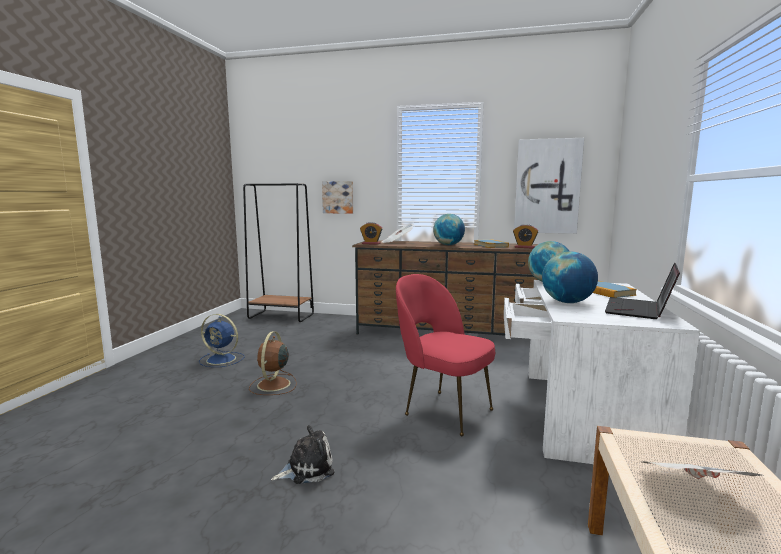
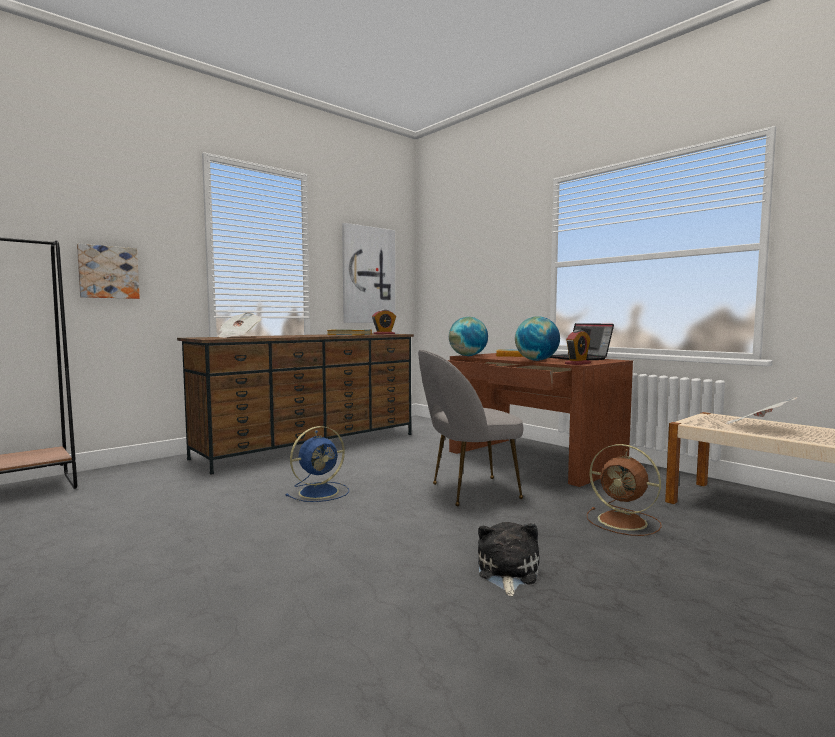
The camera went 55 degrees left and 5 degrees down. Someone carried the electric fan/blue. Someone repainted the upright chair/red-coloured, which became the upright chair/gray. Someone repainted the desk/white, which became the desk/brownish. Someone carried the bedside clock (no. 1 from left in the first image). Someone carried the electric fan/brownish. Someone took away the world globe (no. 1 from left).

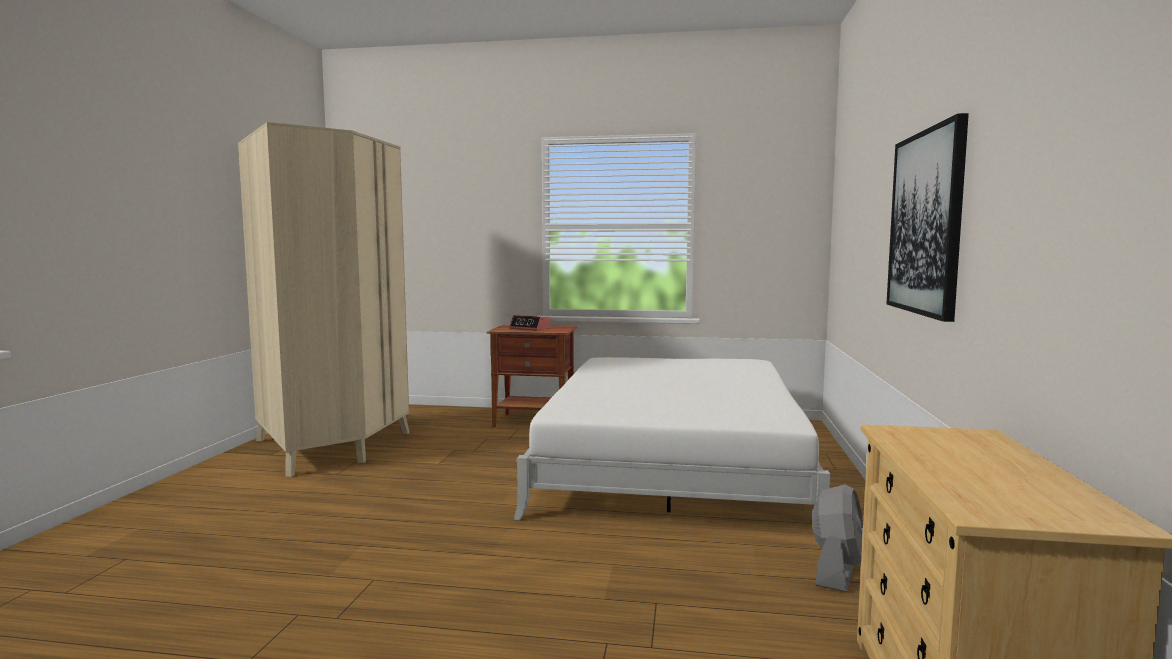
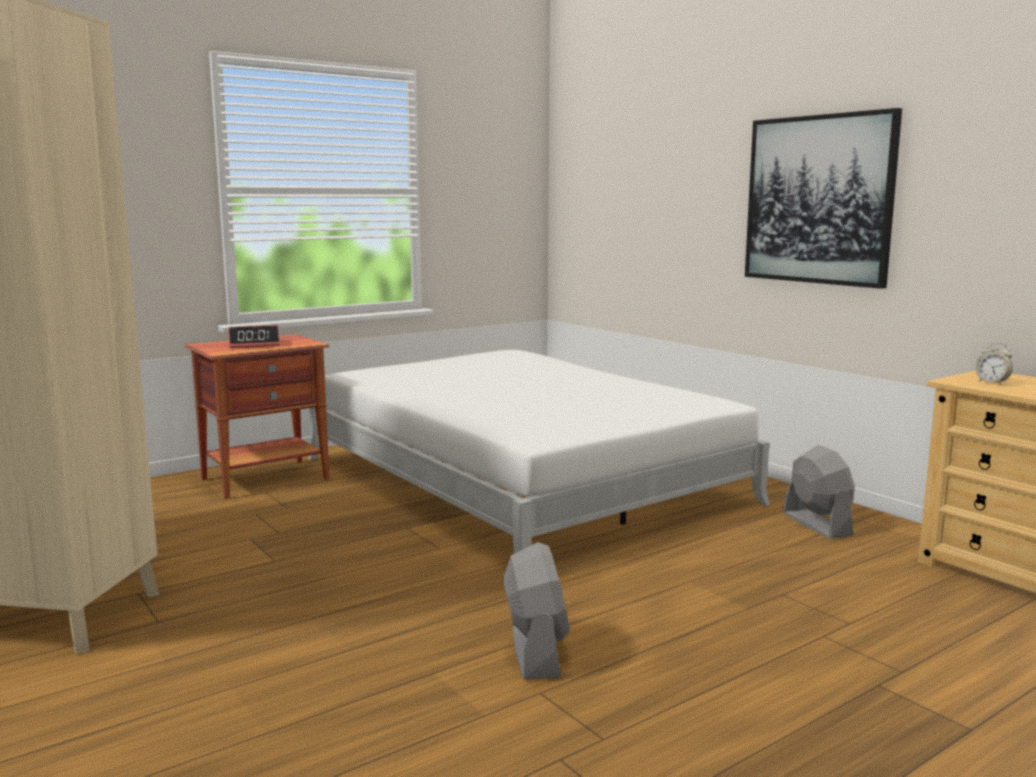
The camera went 45 degrees left and 5 degrees up. Someone put down the electric fan/gray (no. 1 from left). Someone put down the bedside clock (no. 2 from left).

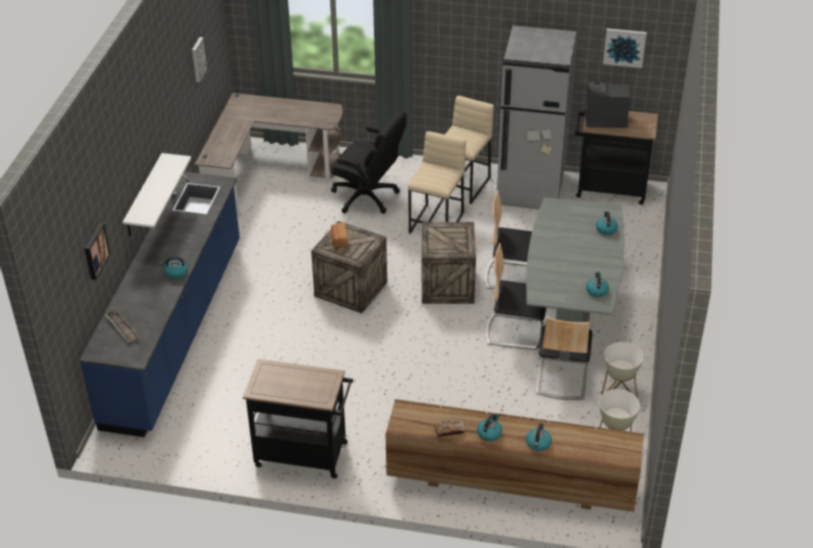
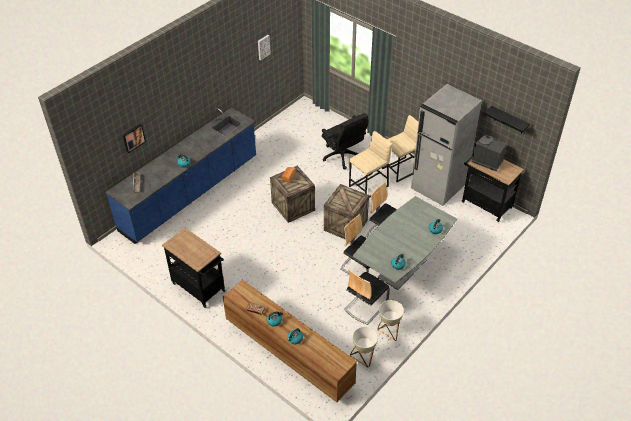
The camera went 30 degrees right and 5 degrees up. Someone swapped the wall art (no. 3 from left) for the shelf/black-coloured. Someone took away the shelf/white. Someone took away the desk/brownish.

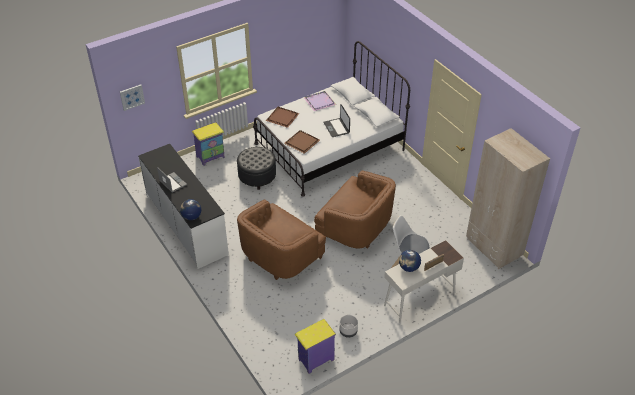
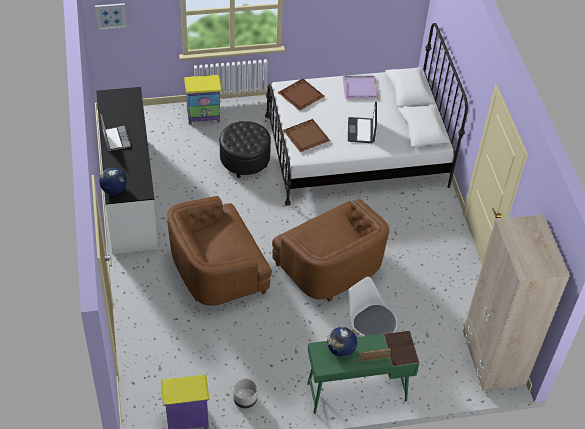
The camera went 20 degrees right and 5 degrees up. Someone repainted the desk/white, which became the desk/greenish.

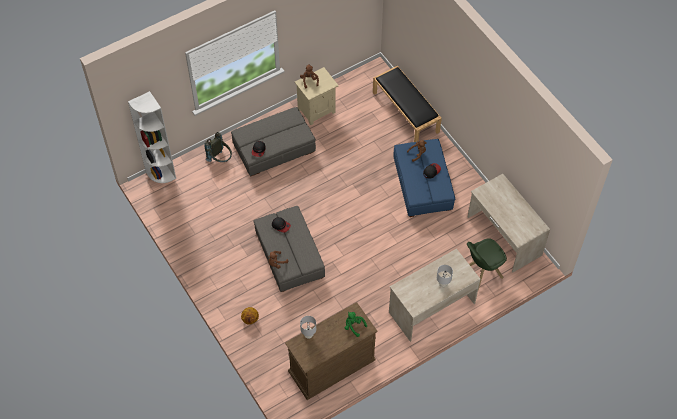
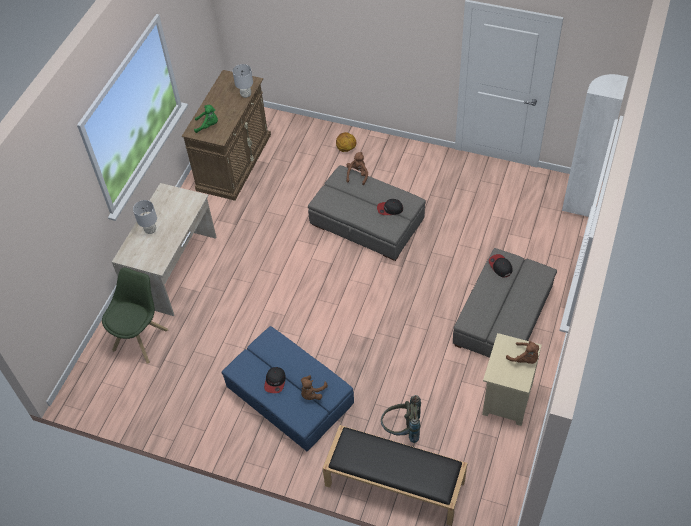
The camera went 145 degrees right and 5 degrees down. Someone carried the knapsack/gray. Someone took away the desk/sand-coloured (no. 2 from left).

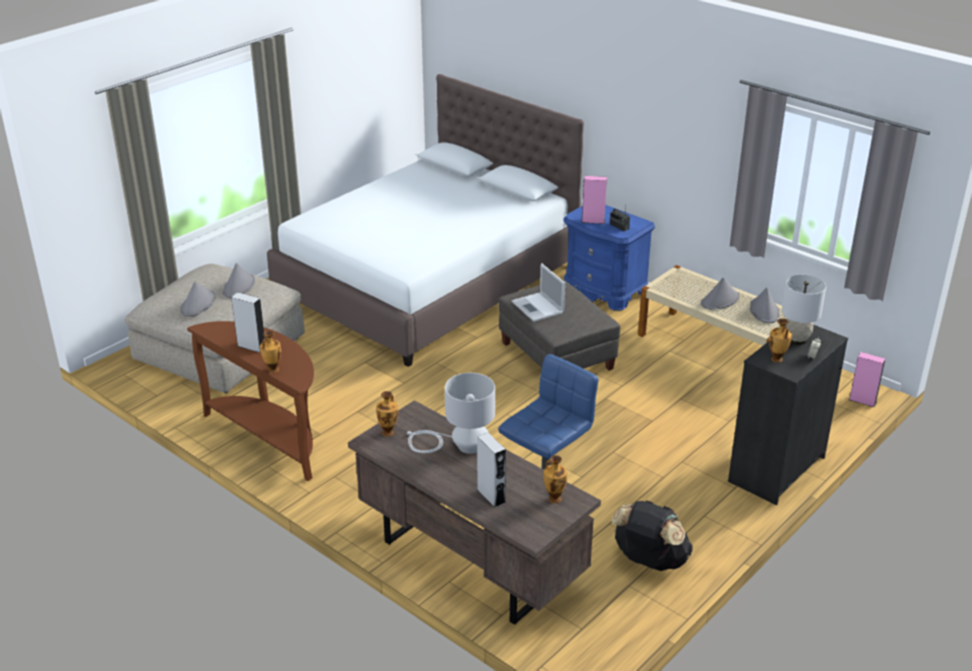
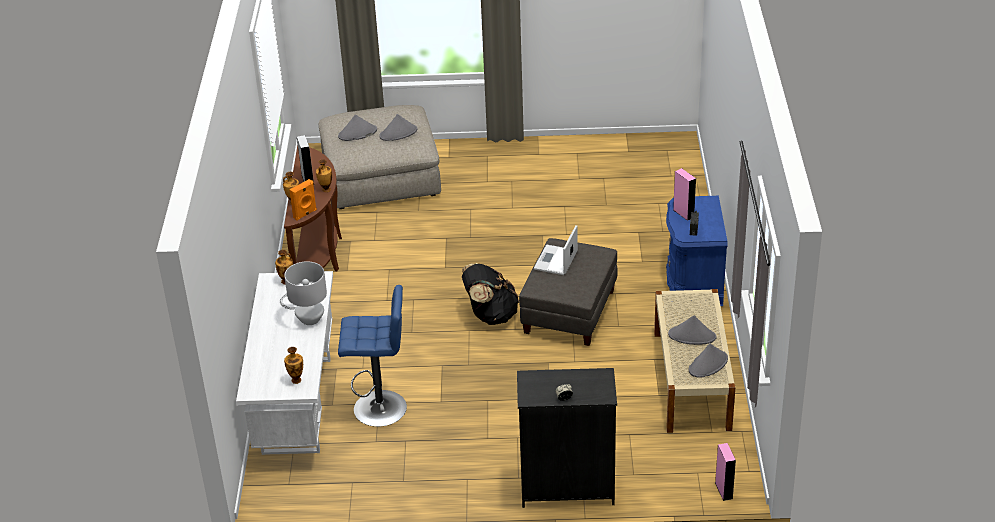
The camera went 50 degrees right and 5 degrees up. Someone repainted the desk/brownish, which became the desk/white. Someone put down the speaker/orangey. Someone carried the vase (no. 4 from left). Someone carried the knapsack/black-coloured. Someone took away the bedroom bed/white. Someone took away the speaker/gray (no. 2 from left). Someone took away the table lamp/white (no. 2 from left).

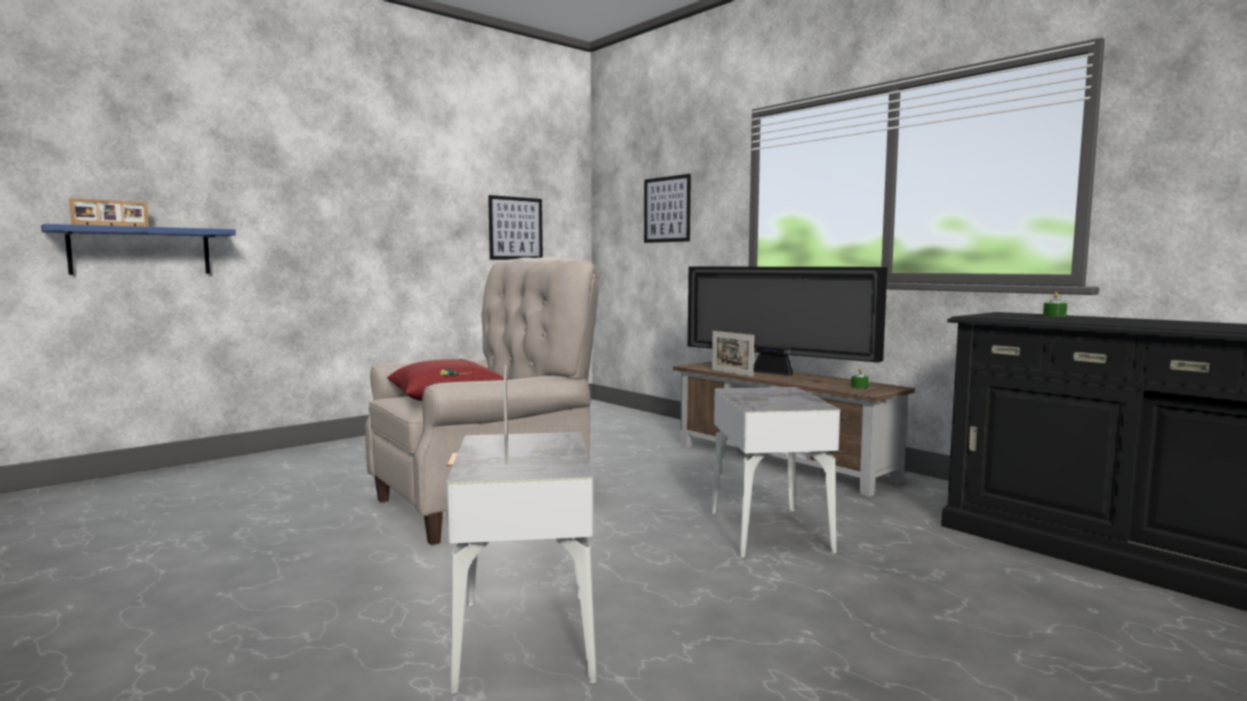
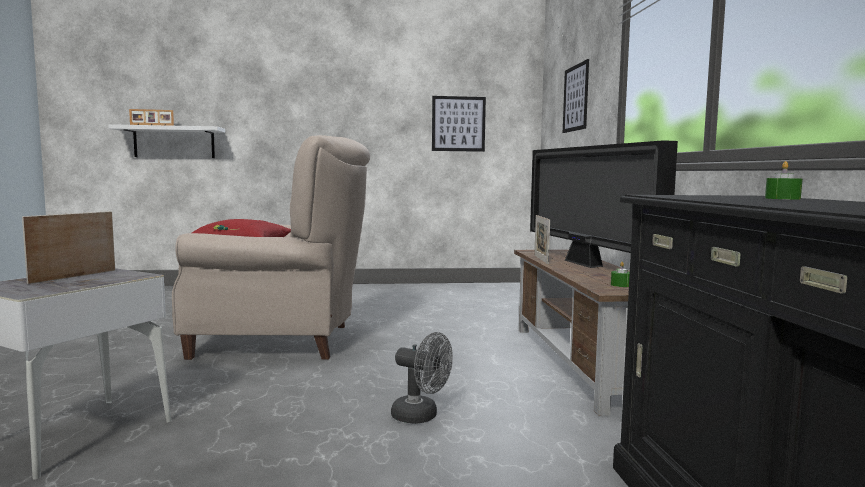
The camera went 35 degrees right and 0 degrees up. Someone repainted the shelf/blue, which became the shelf/white. Someone swapped the end table (no. 2 from left) for the electric fan/gray.

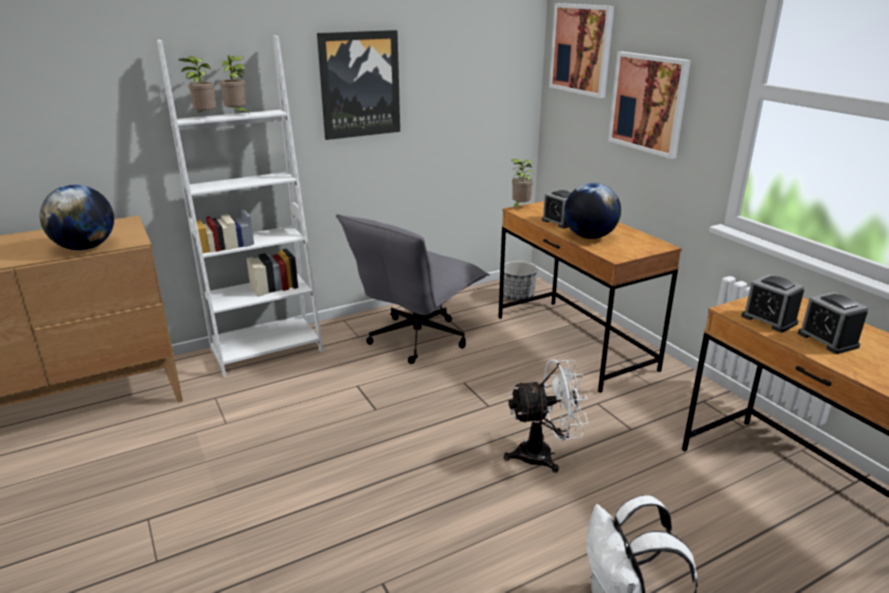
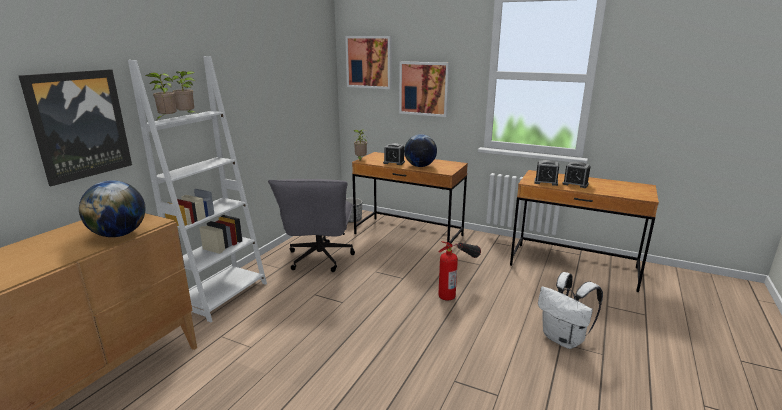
The camera went 35 degrees left and 5 degrees down. Someone carried the wall art (no. 1 from left). Someone swapped the electric fan/white for the fire extinguisher.

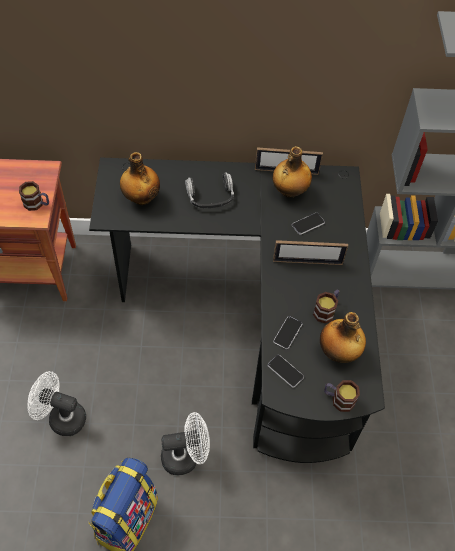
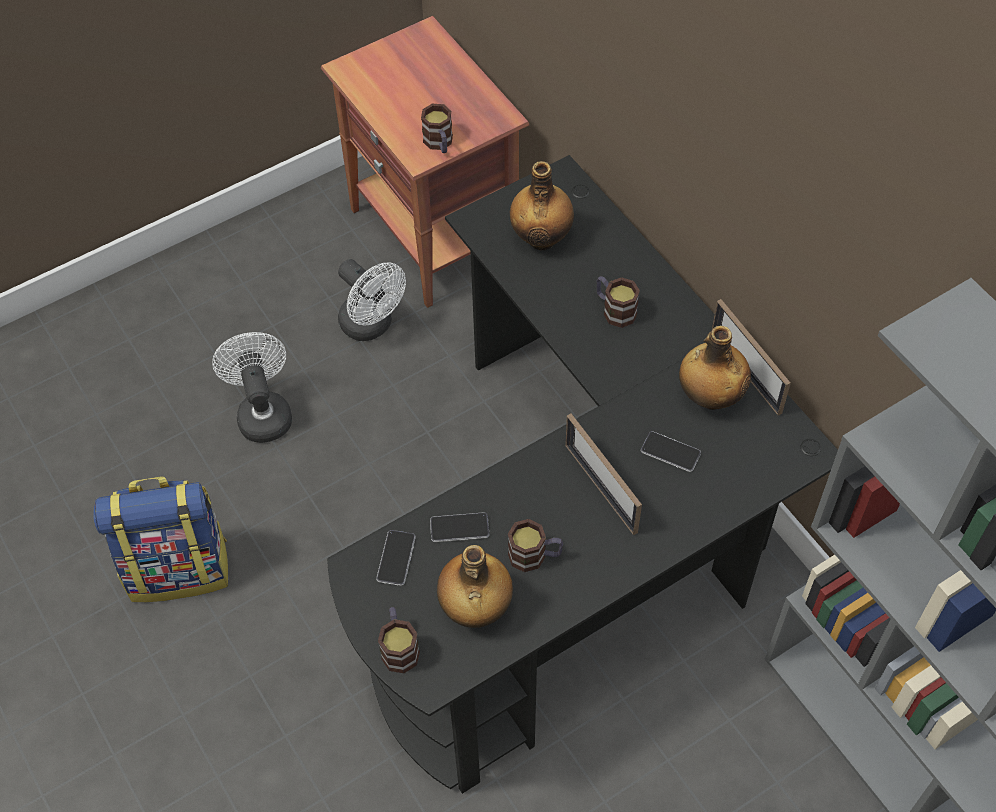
The camera went 60 degrees right and 0 degrees up. Someone carried the electric fan/white (no. 2 from left). Someone swapped the pair of headphones for the tea mug (no. 4 from left).

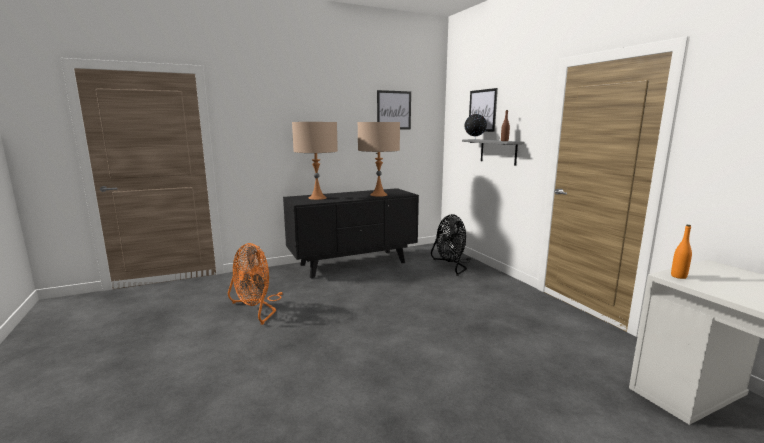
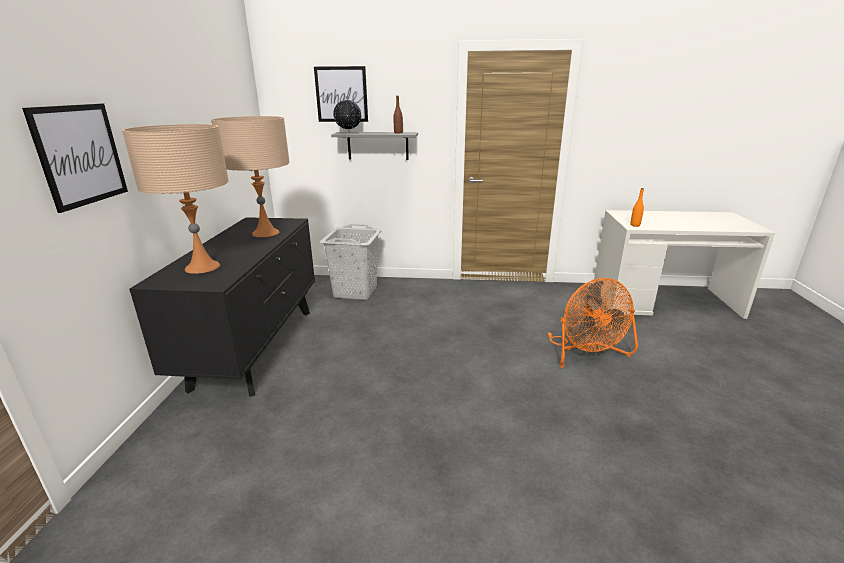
The camera went 60 degrees left and 10 degrees up. Someone carried the wall art (no. 1 from left). Someone swapped the electric fan/black-coloured for the laundry basket/gray. Someone carried the electric fan/orangey.

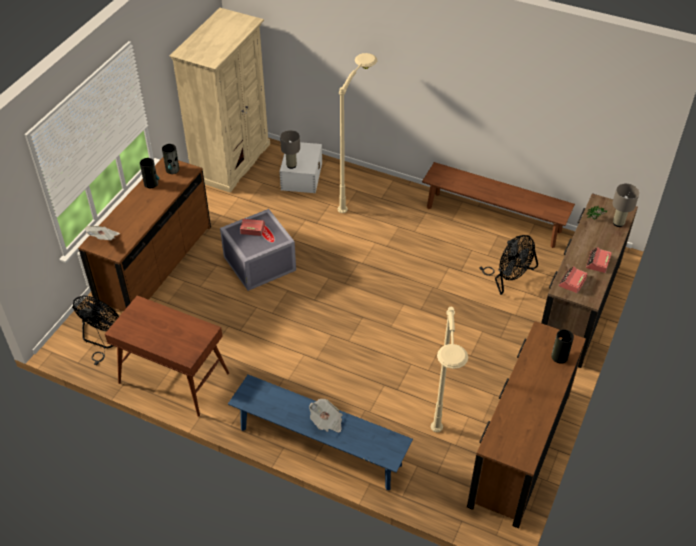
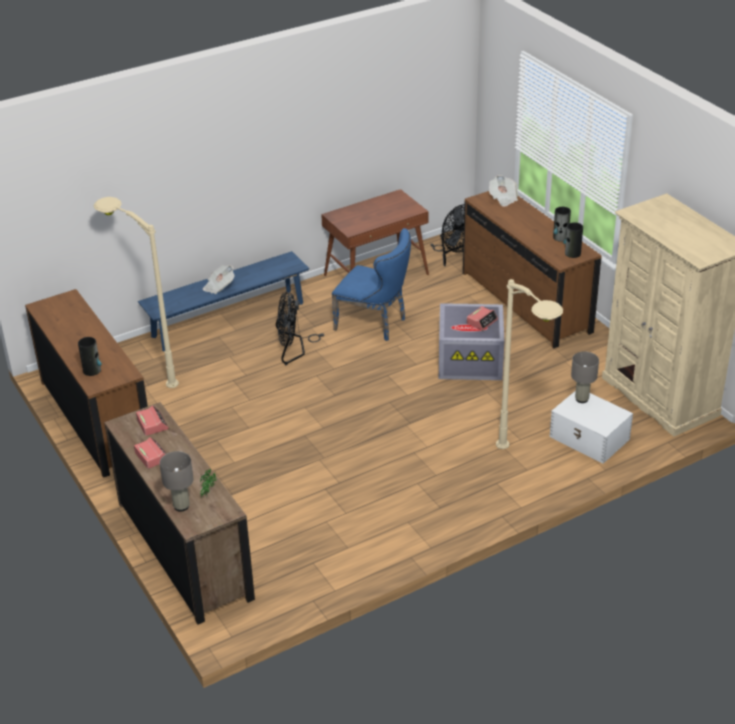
The camera went 125 degrees right and 10 degrees down. Someone carried the electric fan/black-coloured (no. 2 from left in the first image). Someone put down the upright chair/blue. Someone took away the long seat/brownish.

